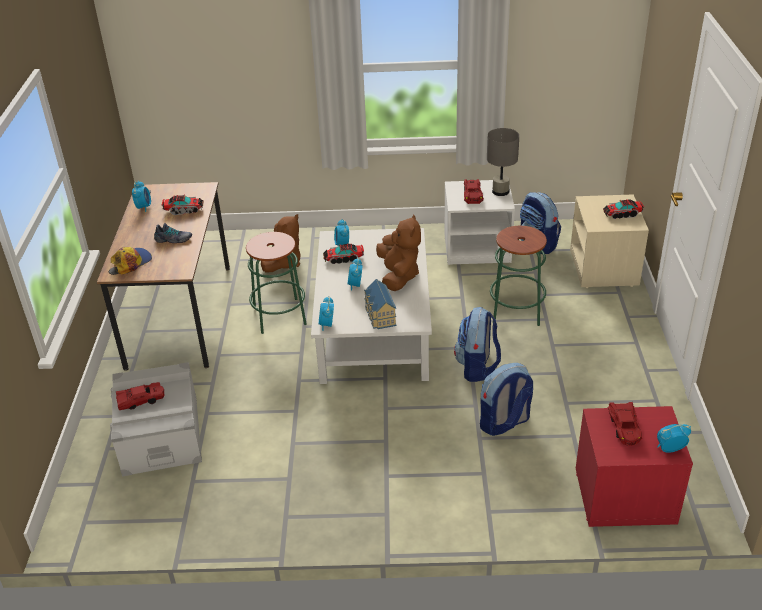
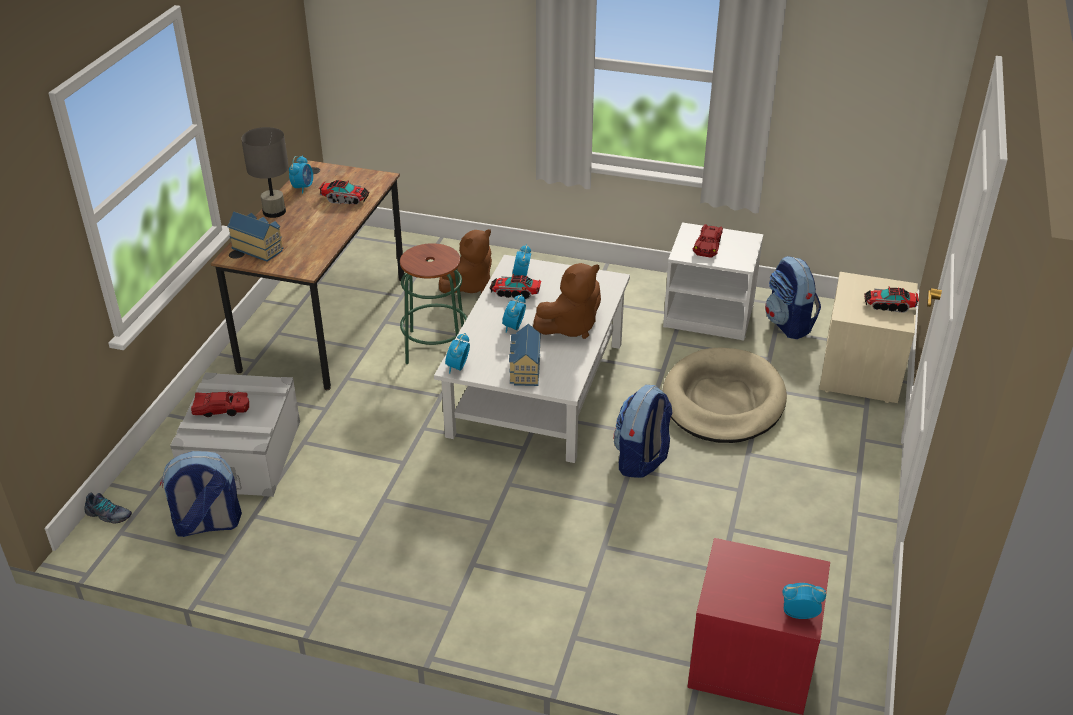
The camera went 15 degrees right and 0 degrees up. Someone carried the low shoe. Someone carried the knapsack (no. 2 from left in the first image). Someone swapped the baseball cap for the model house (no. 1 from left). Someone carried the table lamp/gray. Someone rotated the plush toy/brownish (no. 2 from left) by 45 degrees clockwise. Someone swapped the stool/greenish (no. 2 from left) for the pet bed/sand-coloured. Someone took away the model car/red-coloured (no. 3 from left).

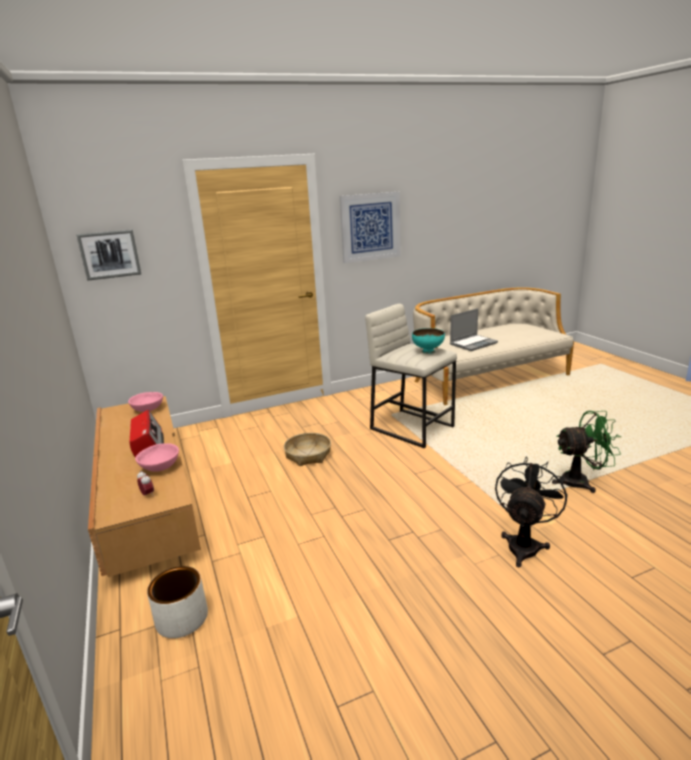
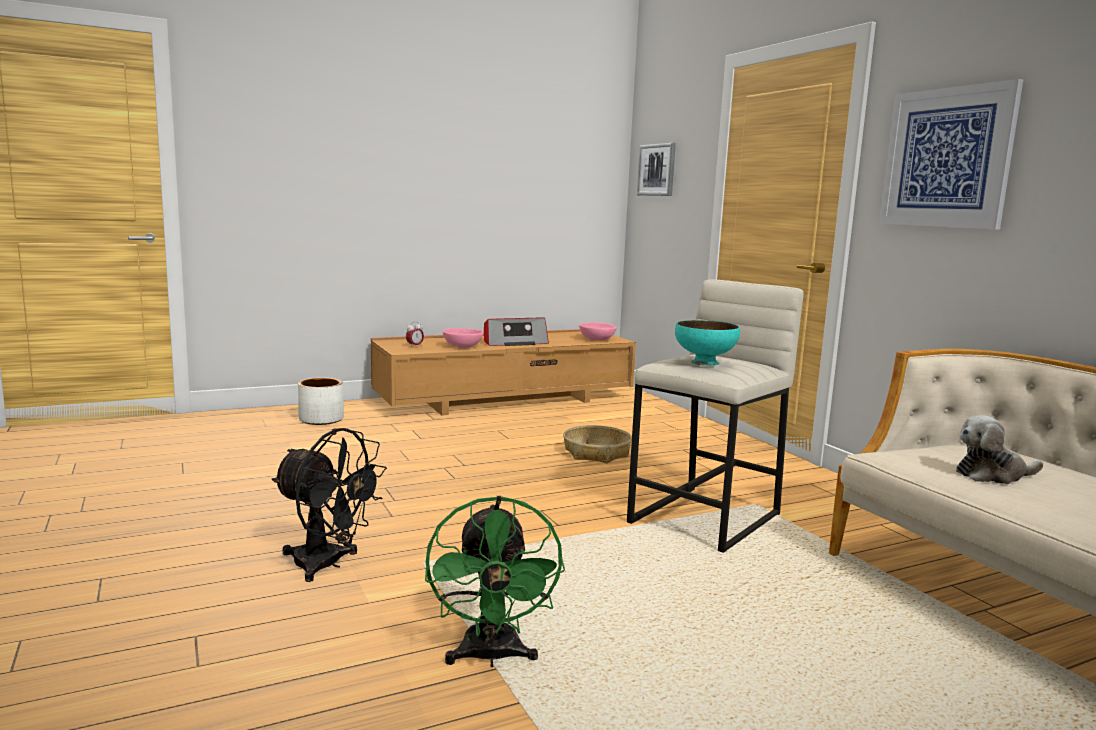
The camera went 85 degrees right and 10 degrees down. Someone swapped the notebook computer for the plush toy.

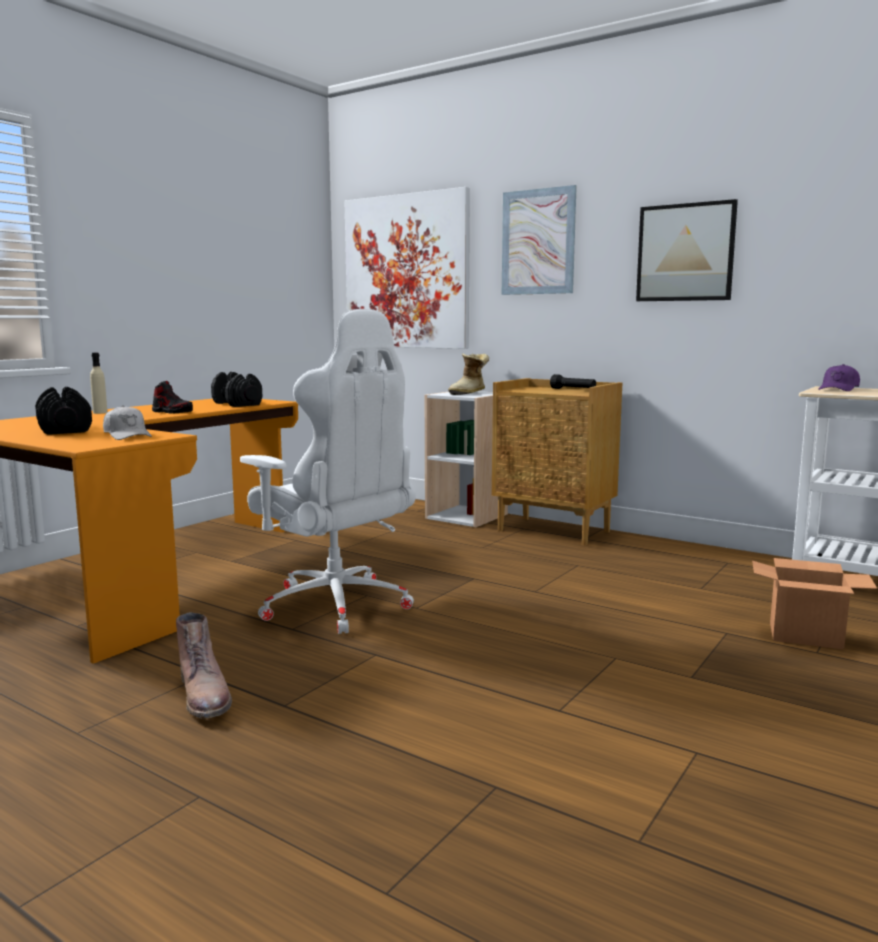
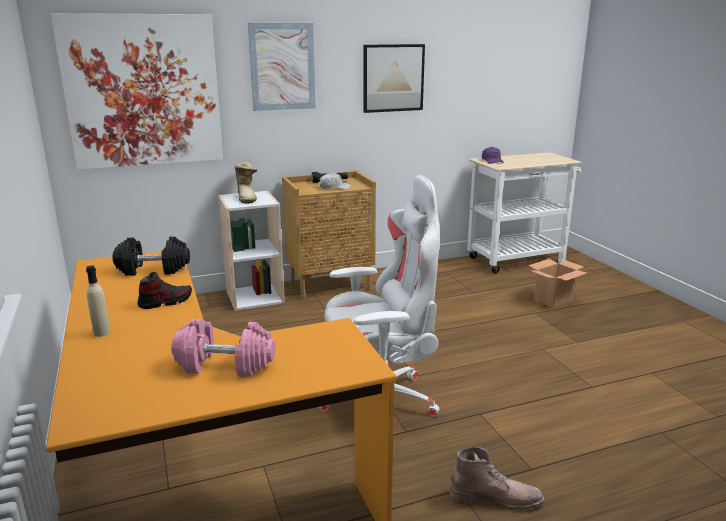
The camera went 55 degrees left and 10 degrees up. Someone repainted the hand weight/black-coloured (no. 1 from left), which became the hand weight/pink-coloured. Someone carried the baseball cap/white.

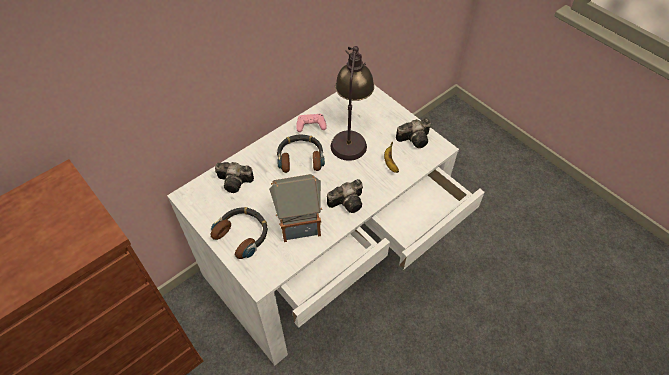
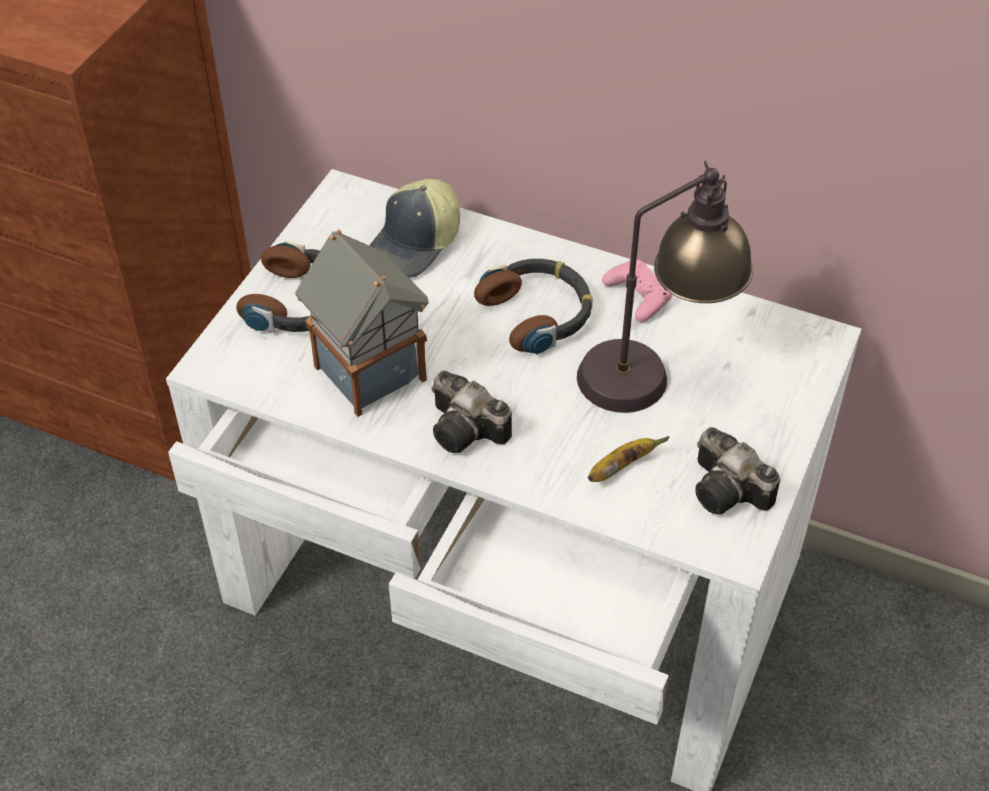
The camera went 65 degrees right and 5 degrees down. Someone swapped the still camera (no. 1 from left) for the baseball cap.

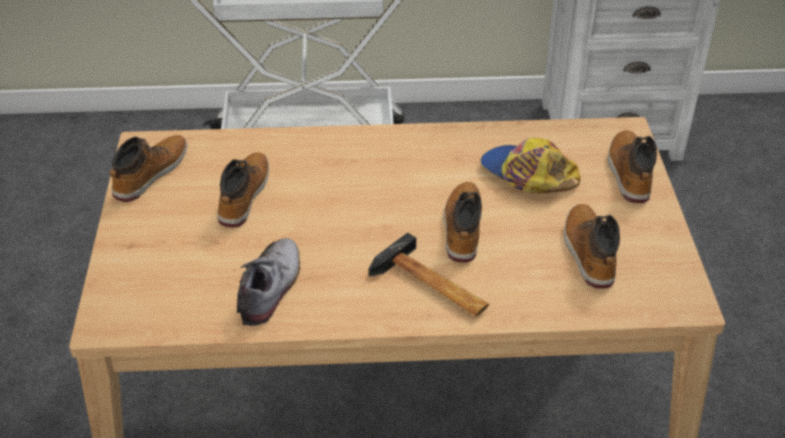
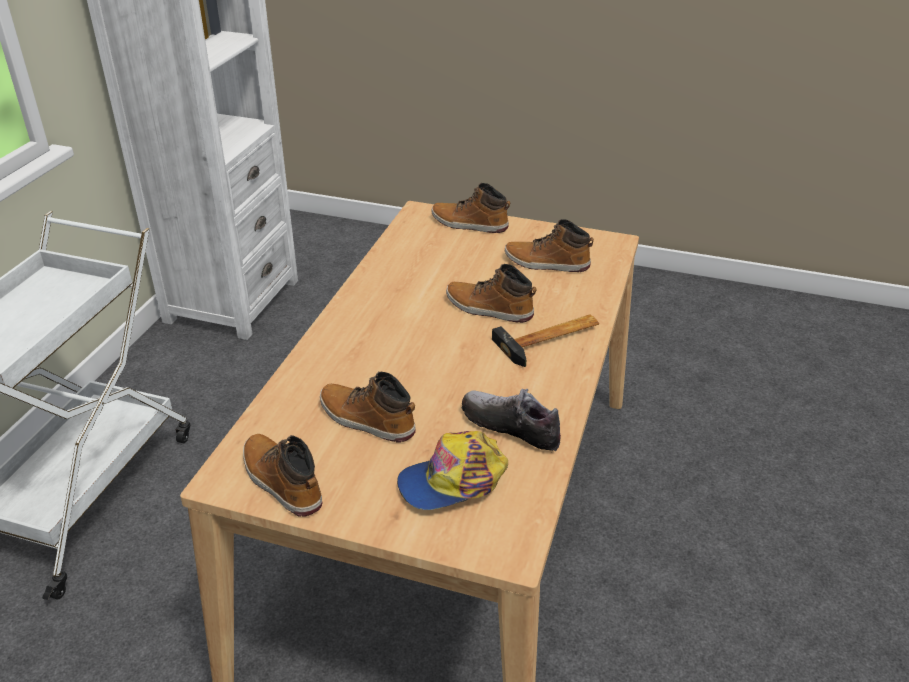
The camera went 70 degrees left and 5 degrees down. Someone carried the baseball cap.

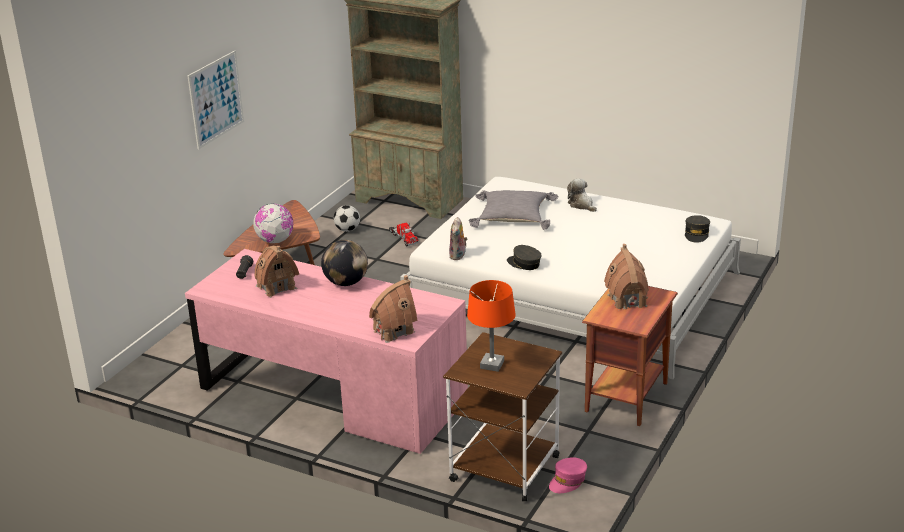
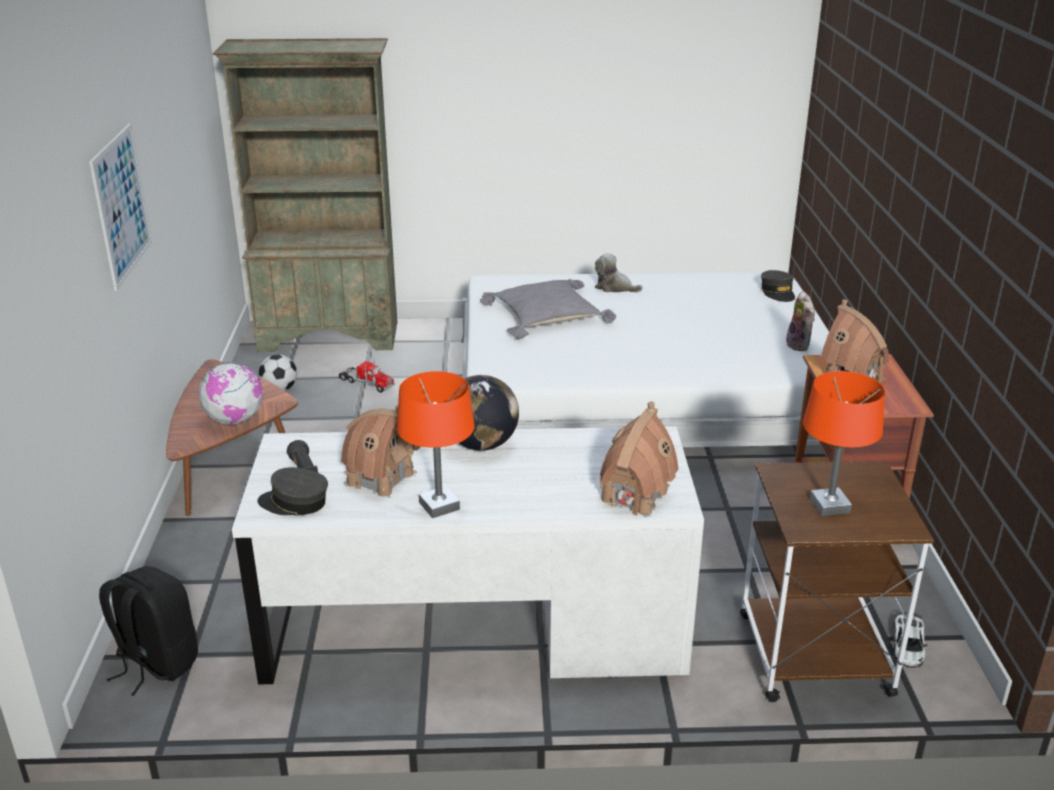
The camera went 30 degrees left and 0 degrees up. Someone put down the knapsack/black-coloured. Someone repainted the desk/pink-coloured, which became the desk/white. Someone carried the baseball cap/gray (no. 1 from left). Someone put down the table lamp/orangey (no. 1 from left). Someone carried the plush toy (no. 1 from left in the first image). Someone swapped the baseball cap/pink-coloured for the model car.

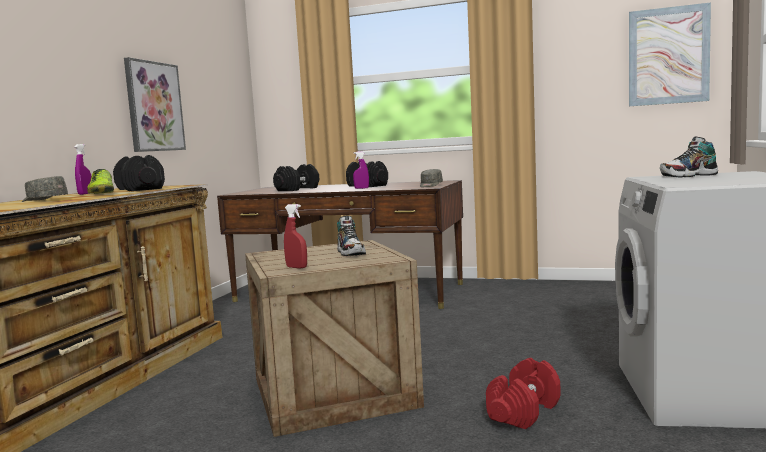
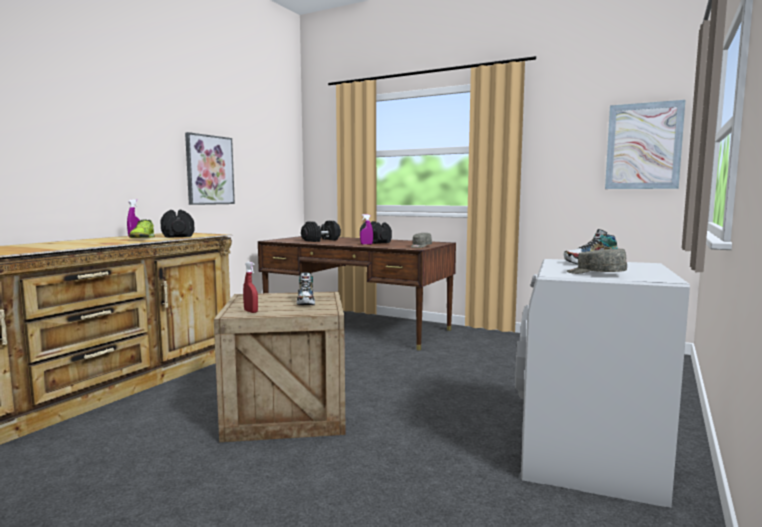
The camera went 10 degrees right and 0 degrees up. Someone carried the baseball cap/gray (no. 1 from left in the first image). Someone took away the hand weight/red-coloured.

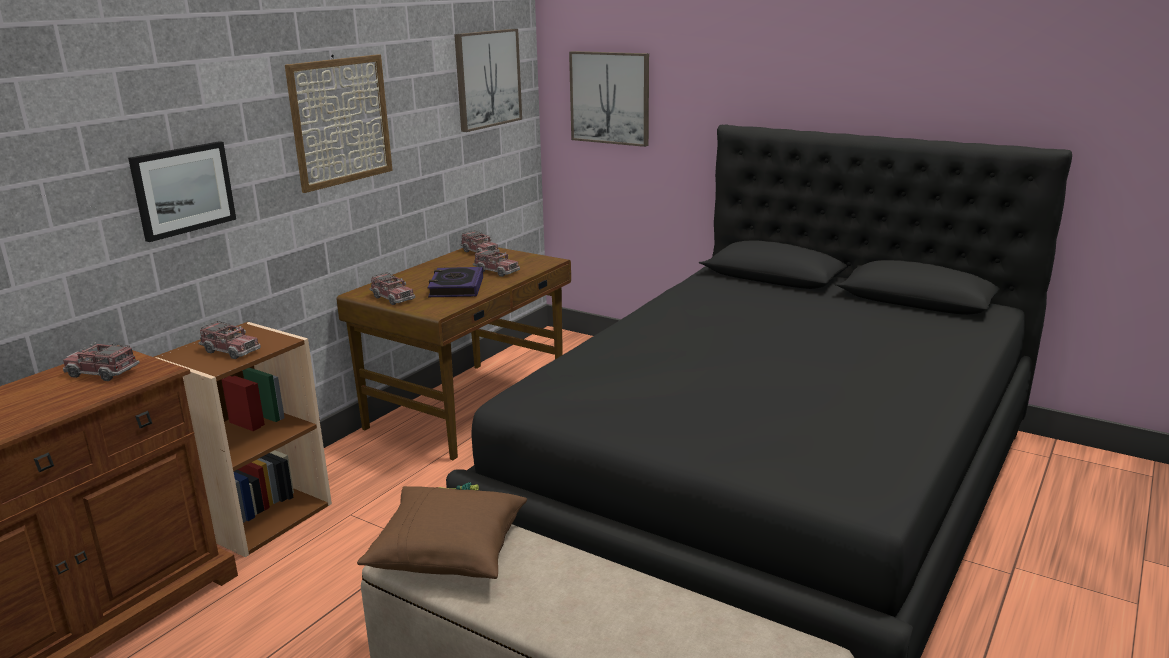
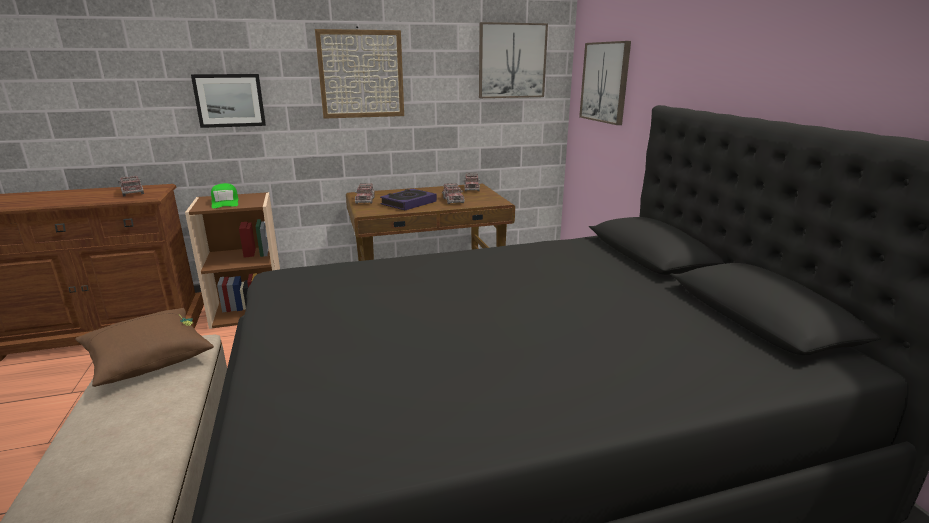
The camera went 40 degrees right and 0 degrees up. Someone swapped the toy lorry (no. 2 from left) for the baseball cap/greenish.

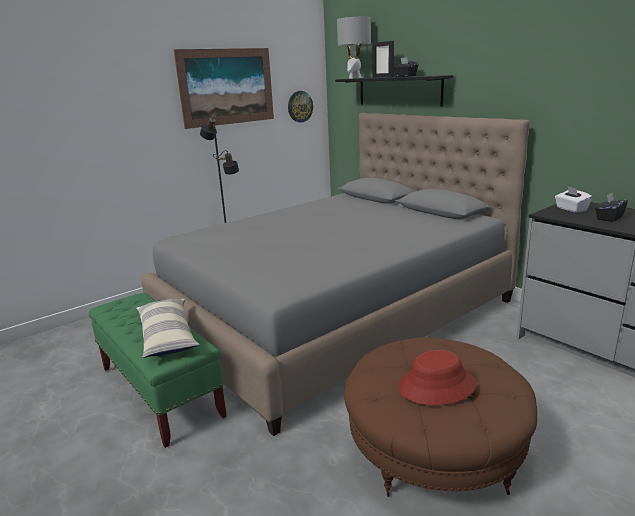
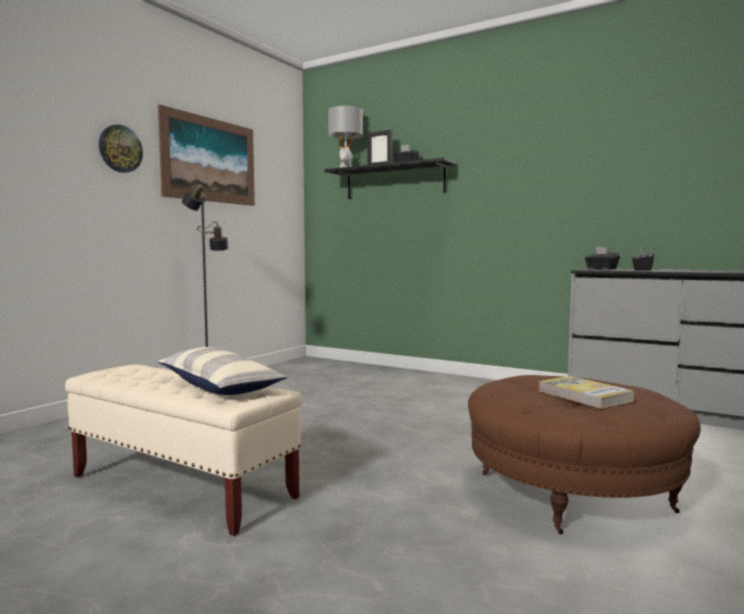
The camera went 20 degrees left and 15 degrees down. Someone repainted the long seat/greenish, which became the long seat/sand-coloured. Someone carried the hanging clock. Someone swapped the clothing hat/red-coloured for the bound book. Someone repainted the box of tissues/white, which became the box of tissues/black-coloured (no. 2 from left). Someone took away the bedroom bed/gray.

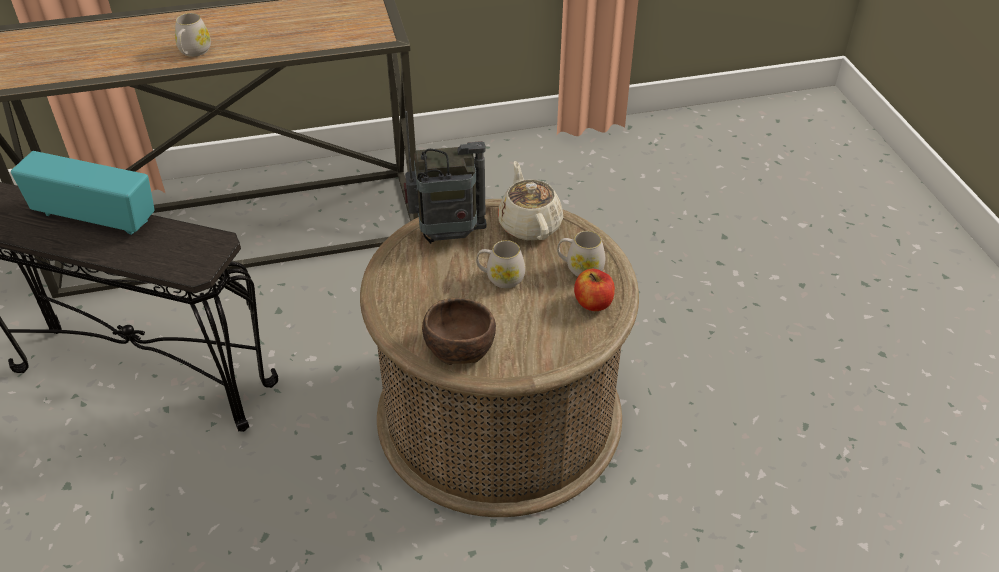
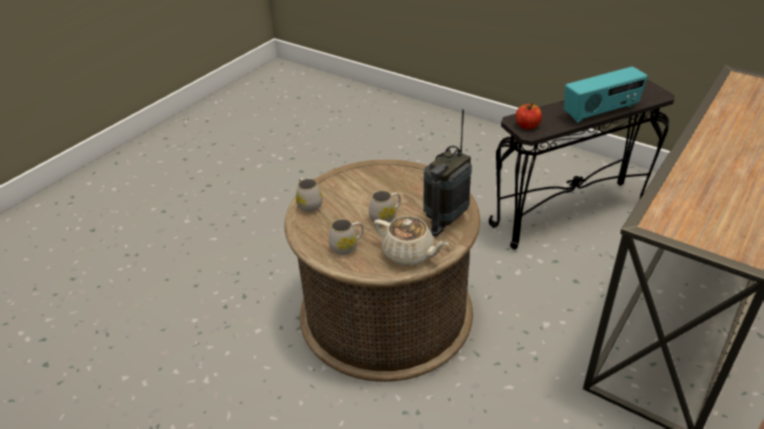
The camera went 140 degrees right and 5 degrees down. Someone carried the tea mug/white (no. 1 from left). Someone carried the apple fruit. Someone took away the deep dish/brownish.

